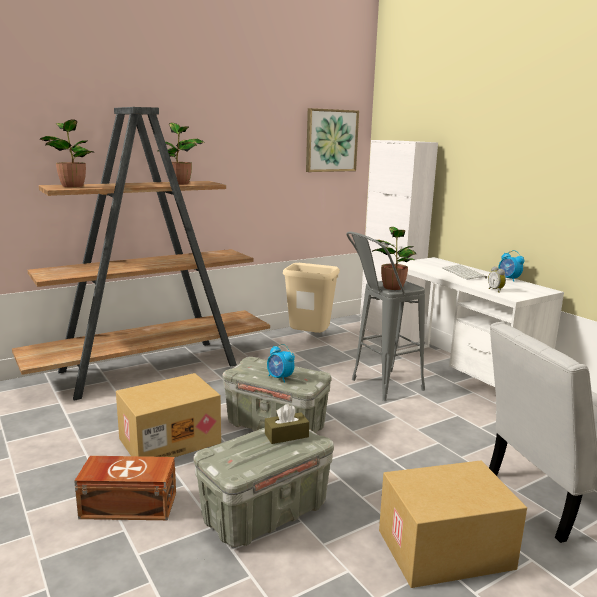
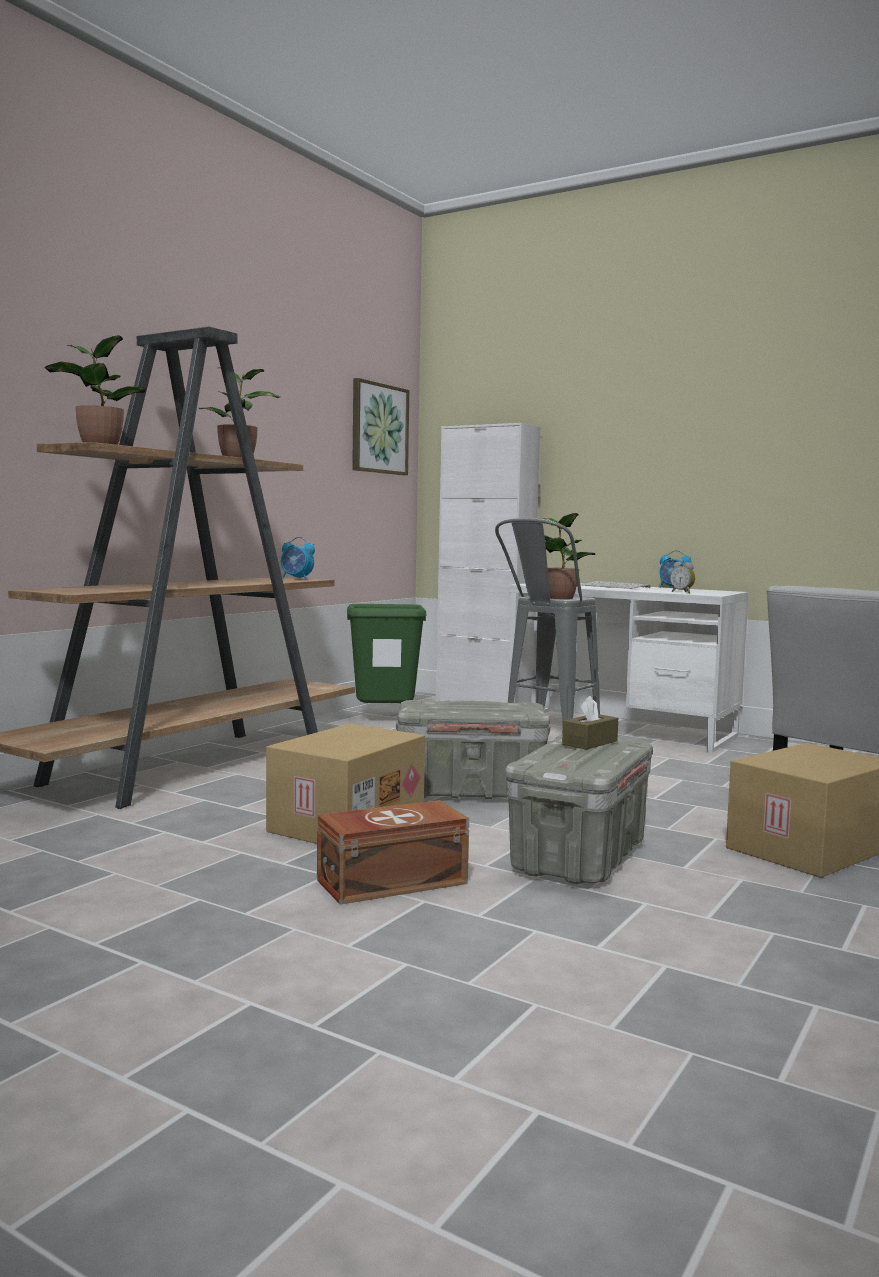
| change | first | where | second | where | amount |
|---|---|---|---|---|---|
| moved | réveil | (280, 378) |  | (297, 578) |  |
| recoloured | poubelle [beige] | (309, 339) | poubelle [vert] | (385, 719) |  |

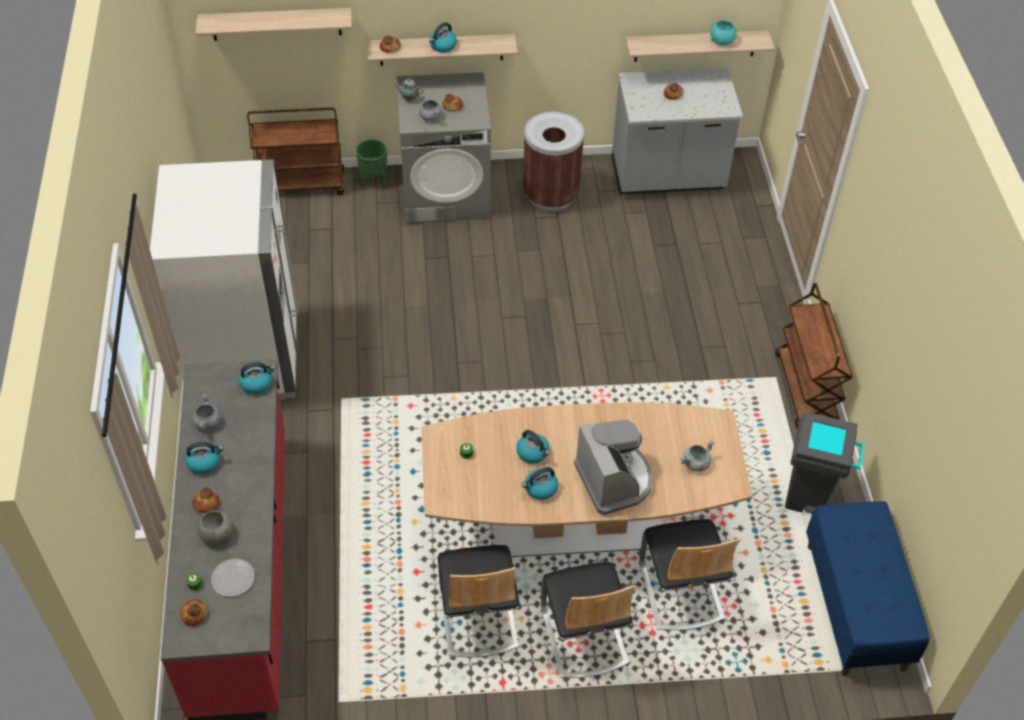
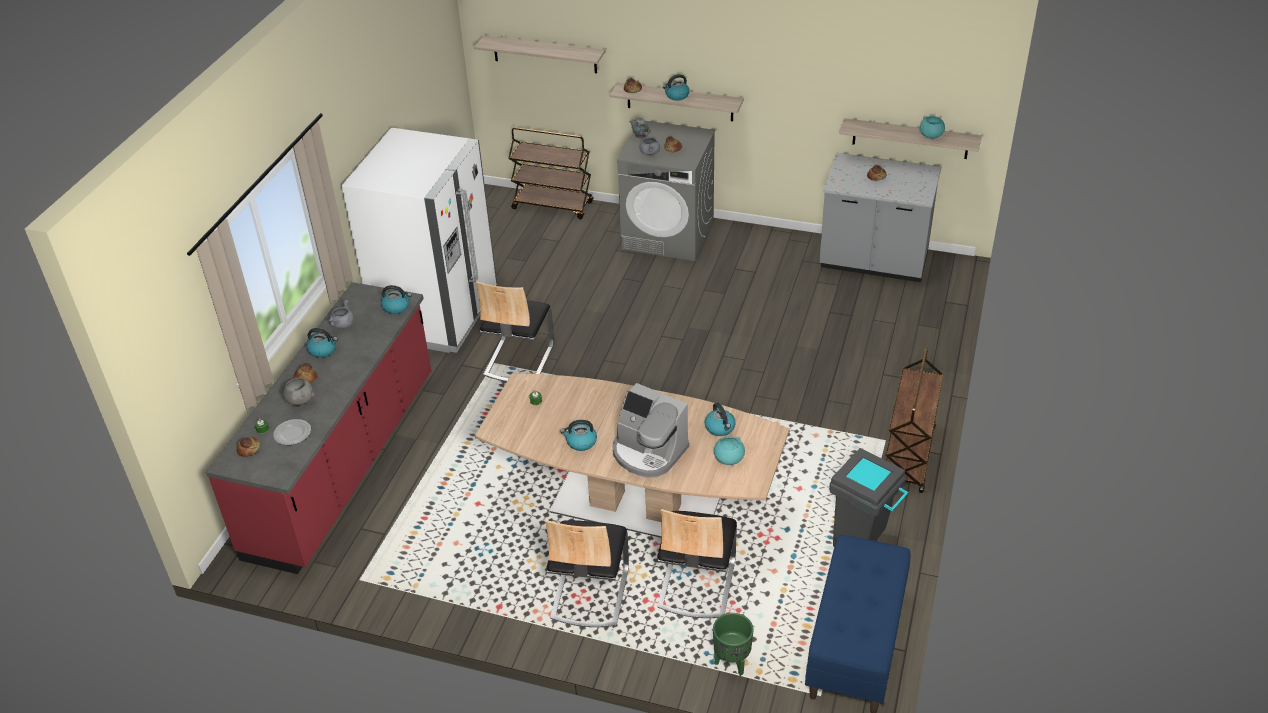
| change | first | where | second | where | amount |
|---|---|---|---|---|---|
| moved | cache-pot [vert] | (374, 181) |  | (732, 662) |  |
| moved | chaise | (477, 617) |  | (518, 359) |  |
| moved | bouilloire | (533, 453) |  | (720, 428) |  |
| removed | poubelle [marron] | (551, 196) |  |  |  |
| turned | machine à café | (614, 480) |  | (648, 452) | 120 degrees clockwise |
| replaced | marmite [gris] | (695, 464) | bol [turquoise] | (728, 459) |  |

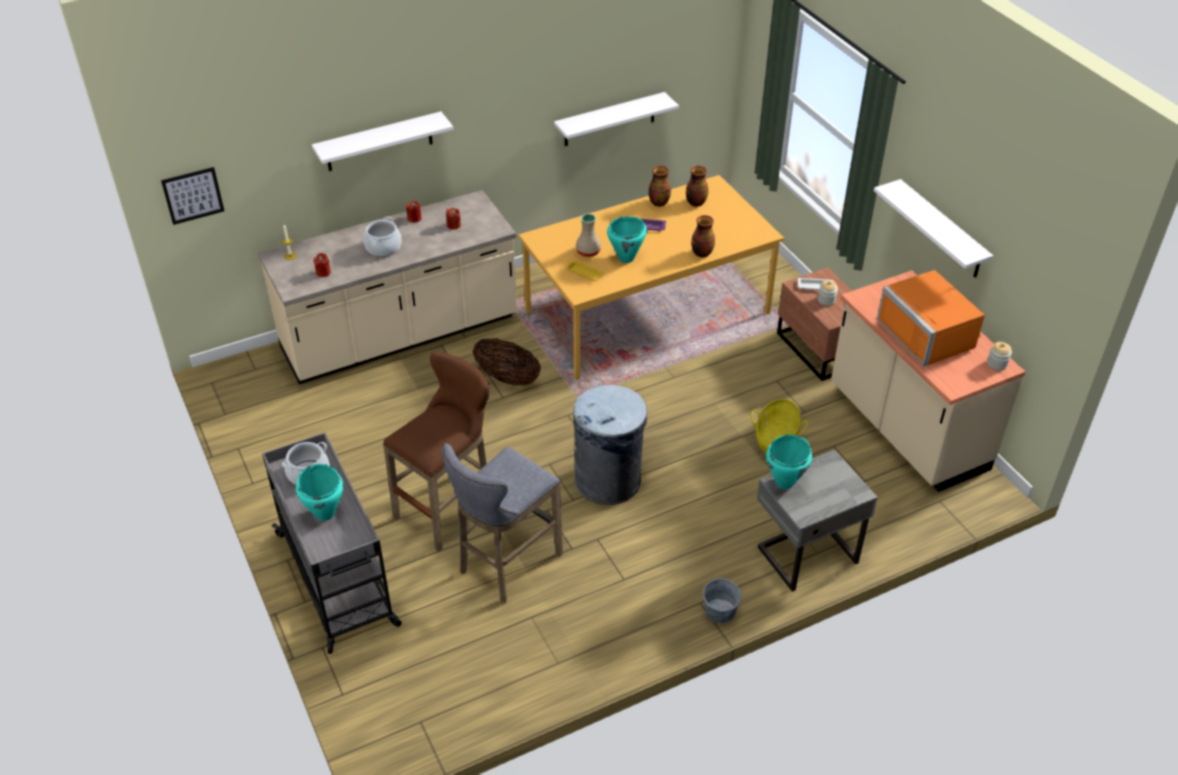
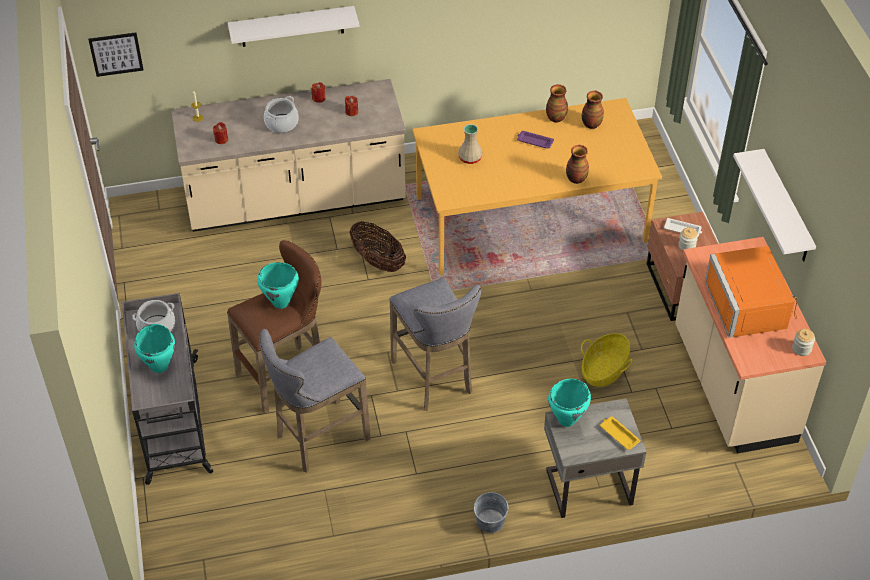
| change | first | where | second | where | amount |
|---|---|---|---|---|---|
| removed | étagère [blanc] | (609, 119) |  |  |  |
| moved | plateau [jaune] | (583, 272) |  | (619, 434) |  |
| replaced | poubelle [gris] | (608, 481) | tabouret [gris] | (434, 379) |  |
| moved | marmite [turquoise] | (626, 258) |  | (281, 303) |  |

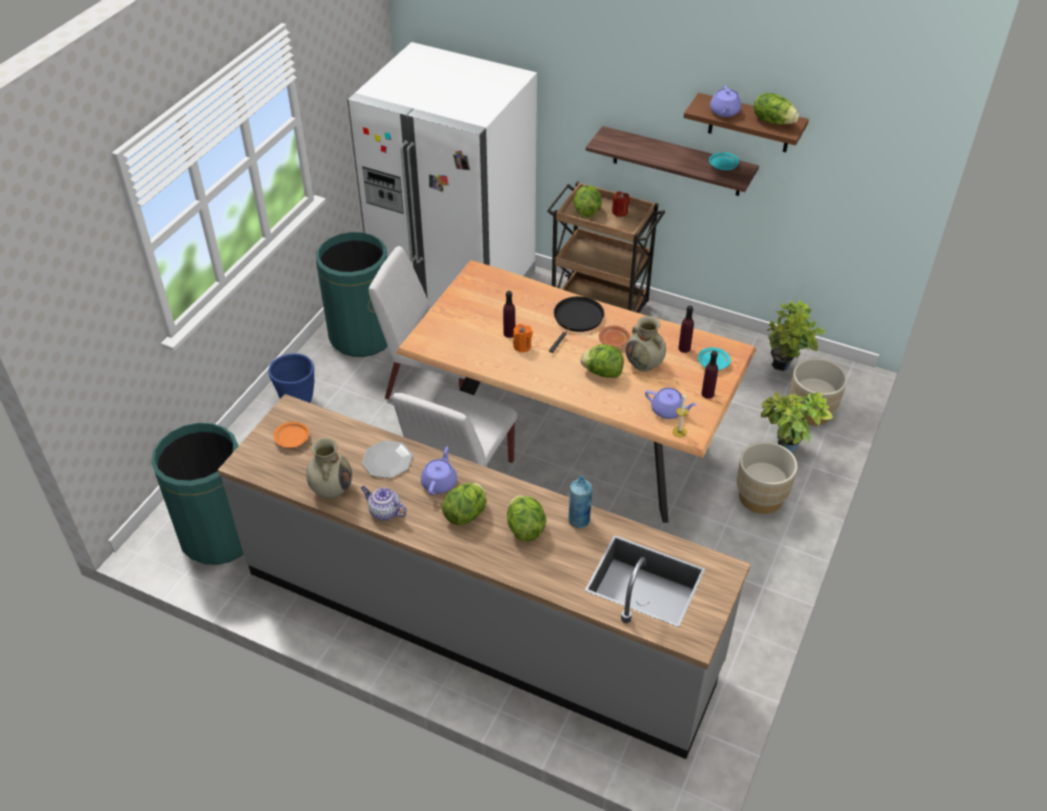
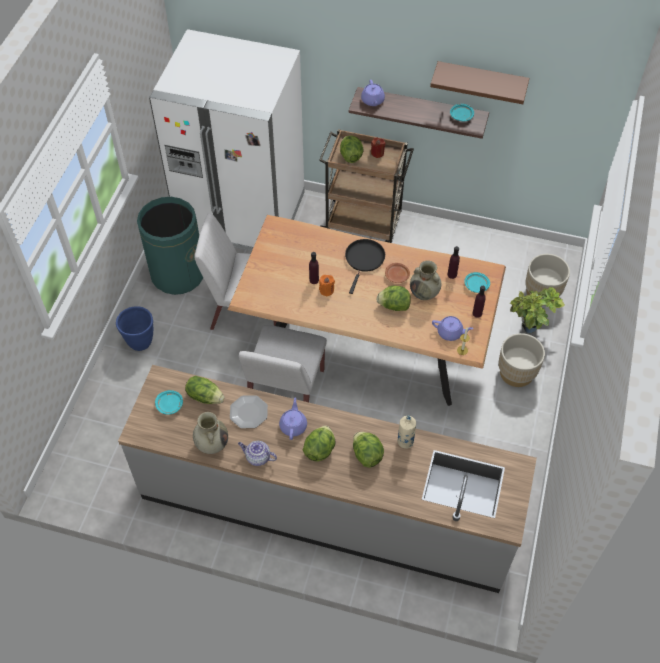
| change | first | where | second | where | amount |
|---|---|---|---|---|---|
| removed | poubelle [vert] | (219, 535) |  |  |  |
| recoloured | assiette [orange] | (292, 439) | assiette [turquoise] | (170, 405) |  |
| recoloured | bouteille [bleu] | (579, 520) | bouteille [beige] | (405, 441) |  |
| moved | théière [violet] | (724, 112) |  | (372, 101) |  |
| moved | laitue | (773, 121) |  | (205, 396) |  |
| removed | plante en pot | (784, 368) |  |  |  |

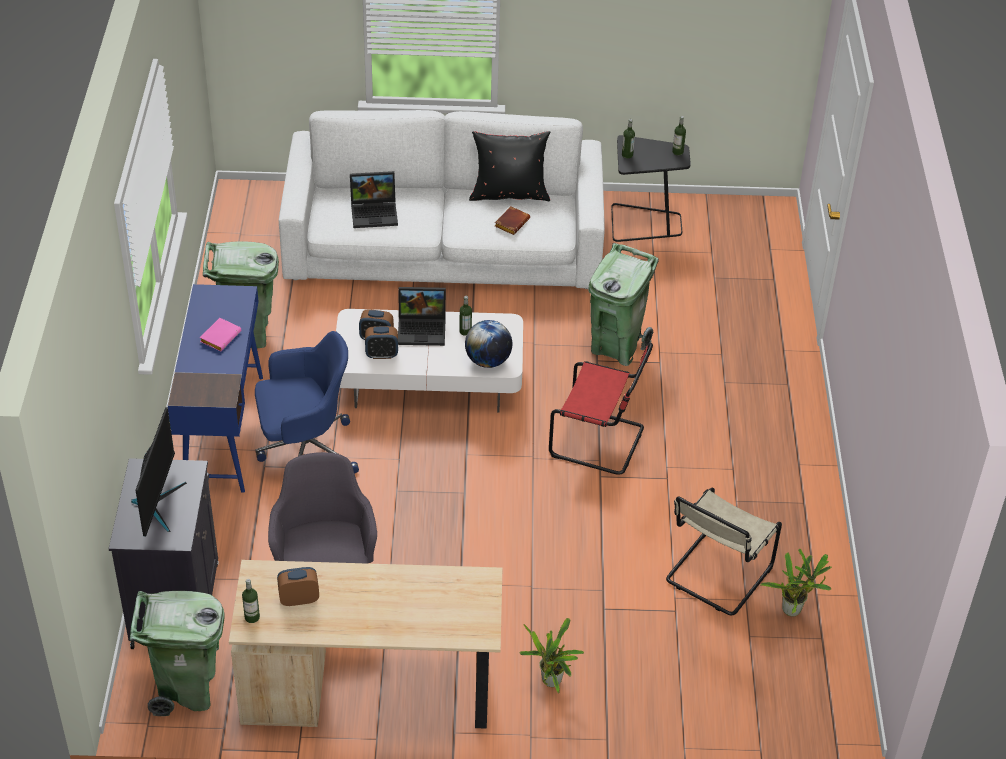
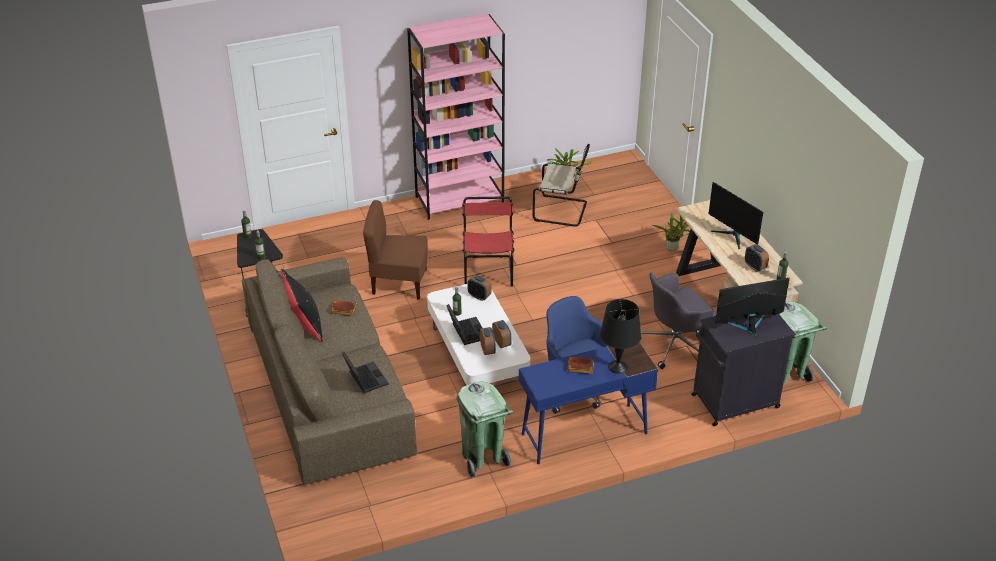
| change | first | where | second | where | amount |
|---|---|---|---|---|---|
| recoloured | livre [rose] | (220, 336) | livre [marron] | (579, 368) |  |
| recoloured | canapé [blanc] | (444, 244) | canapé [marron] | (330, 387) |  |
| replaced | globe | (488, 361) | réveil | (479, 296) |  |
| replaced | poubelle [vert] | (616, 347) | chaise [marron] | (399, 283) |  |
| added |  |  | bibliothèque [rose] | (460, 199) |  |
| added |  |  | lampe de table [noir] | (618, 367) |  |
| added |  |  | écran d'ordinateur | (733, 235) |  |

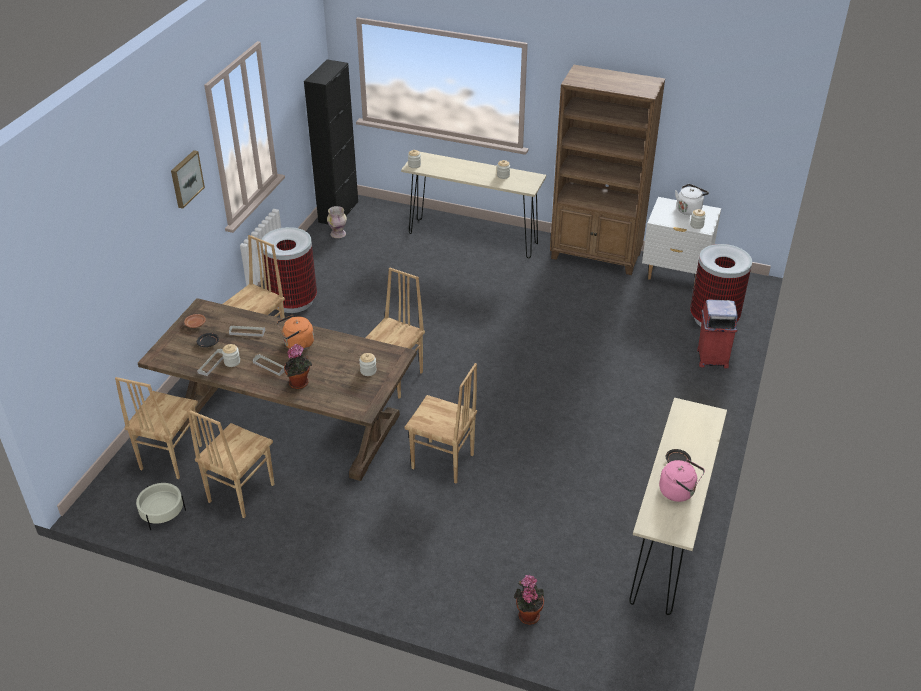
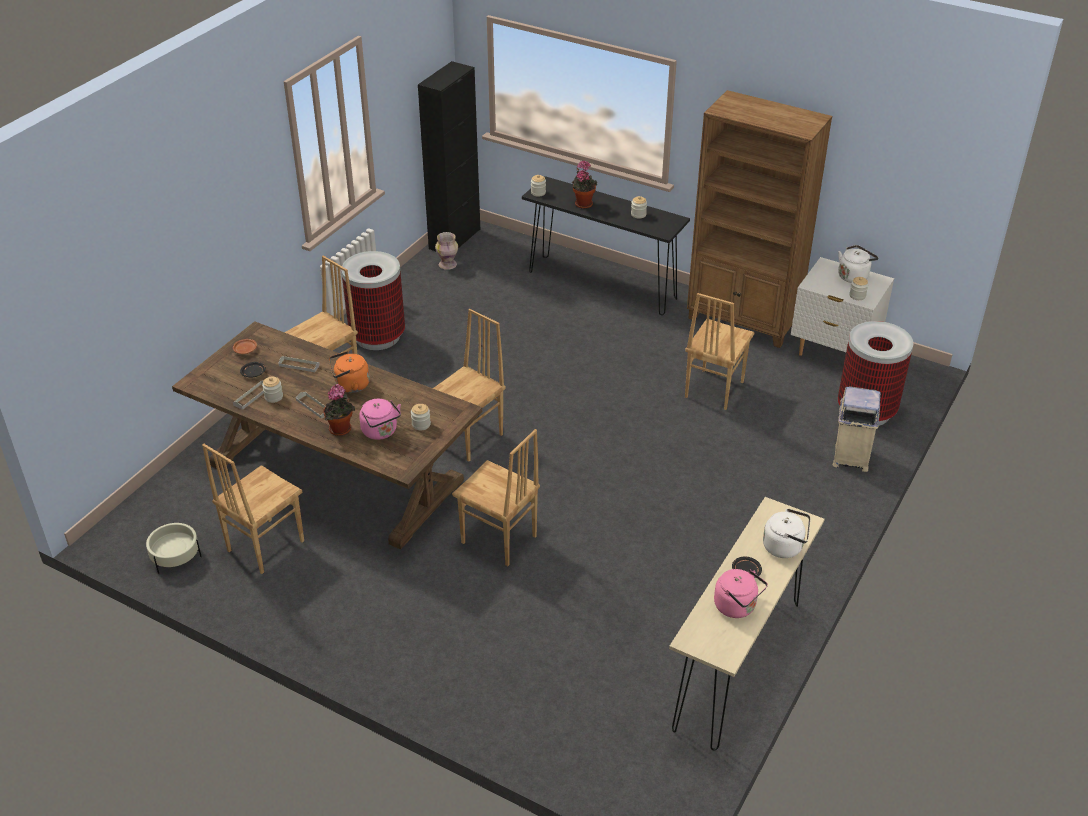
| change | first | where | second | where | amount |
|---|---|---|---|---|---|
| moved | chaise [marron] | (170, 457) |  | (713, 389) |  |
| removed | tableau | (186, 178) |  |  |  |
| recoloured | table console [beige] | (472, 238) | table console [noir] | (602, 285) |  |
| moved | plante en pot | (528, 614) |  | (583, 203) |  |
| recoloured | poubelle [rouge] | (711, 358) | poubelle [beige] | (850, 458) |  |
| added |  |  | bouilloire [rose] | (381, 432) |  |
| added |  |  | bouilloire [blanc] | (785, 547) |  |

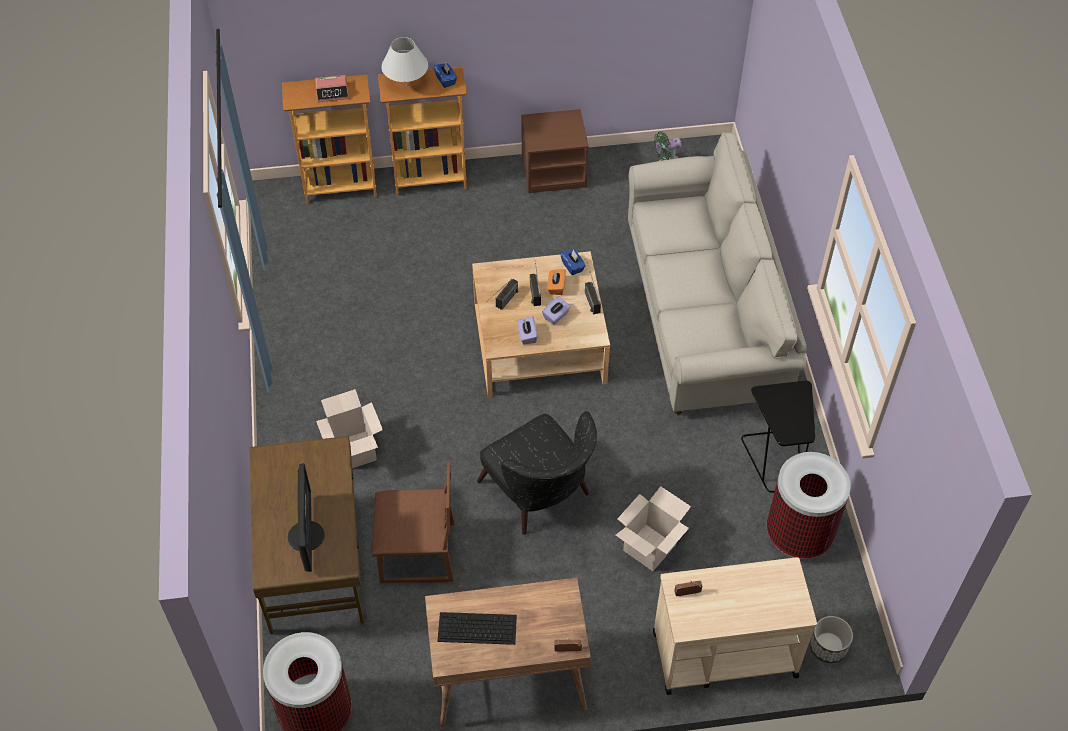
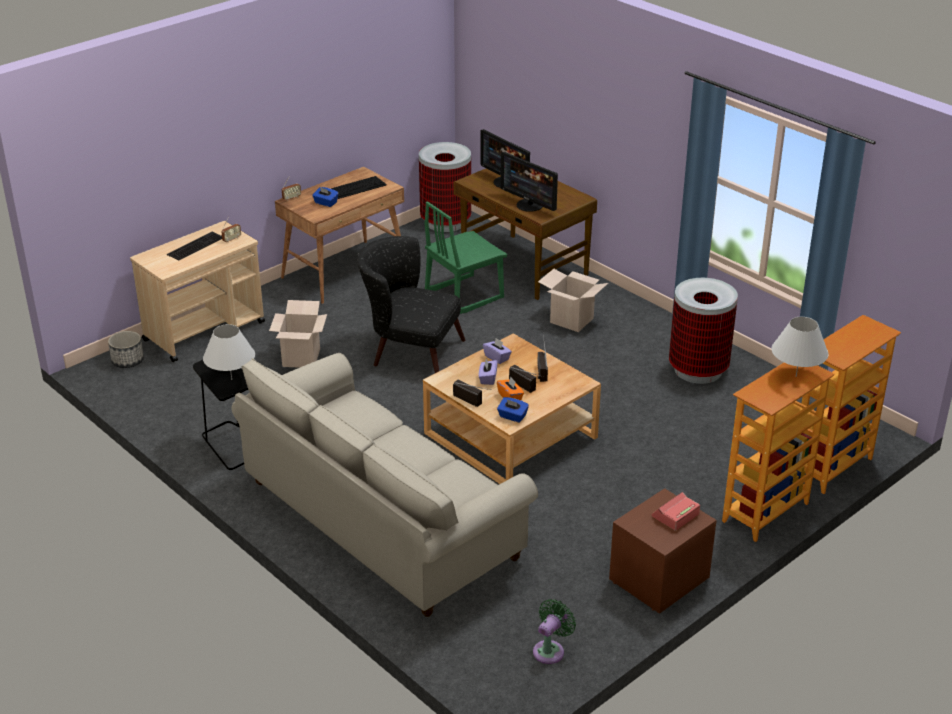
| change | first | where | second | where | amount |
|---|---|---|---|---|---|
| moved | réveil | (332, 92) |  | (675, 515) |  |
| recoloured | chaise [marron] | (417, 554) | chaise [vert] | (463, 295) |  |
| moved | boîte à mouchoirs [bleu] | (446, 80) |  | (325, 203) |  |
| moved | poubelle | (798, 535) |  | (697, 370) |  |
| added |  |  | clavier | (195, 245) |  |
| added |  |  | lampe de table [blanc] | (231, 379) |  |
| added |  |  | écran d'ordinateur | (529, 205) |  |

